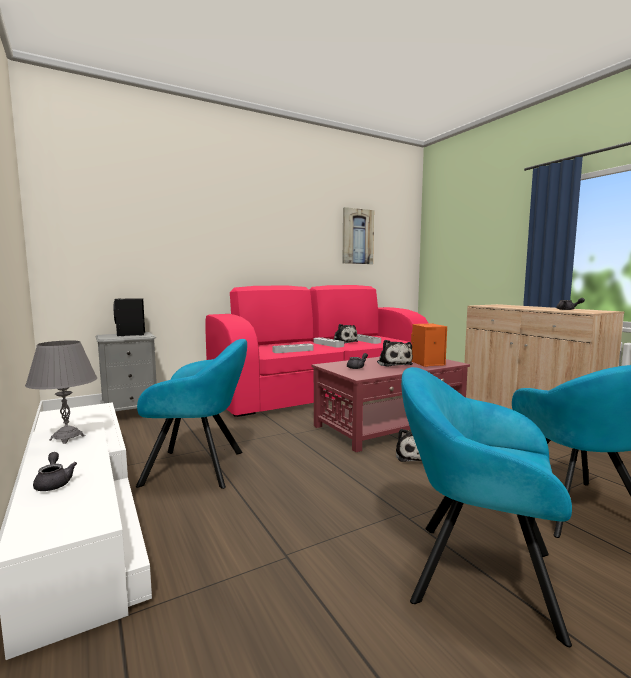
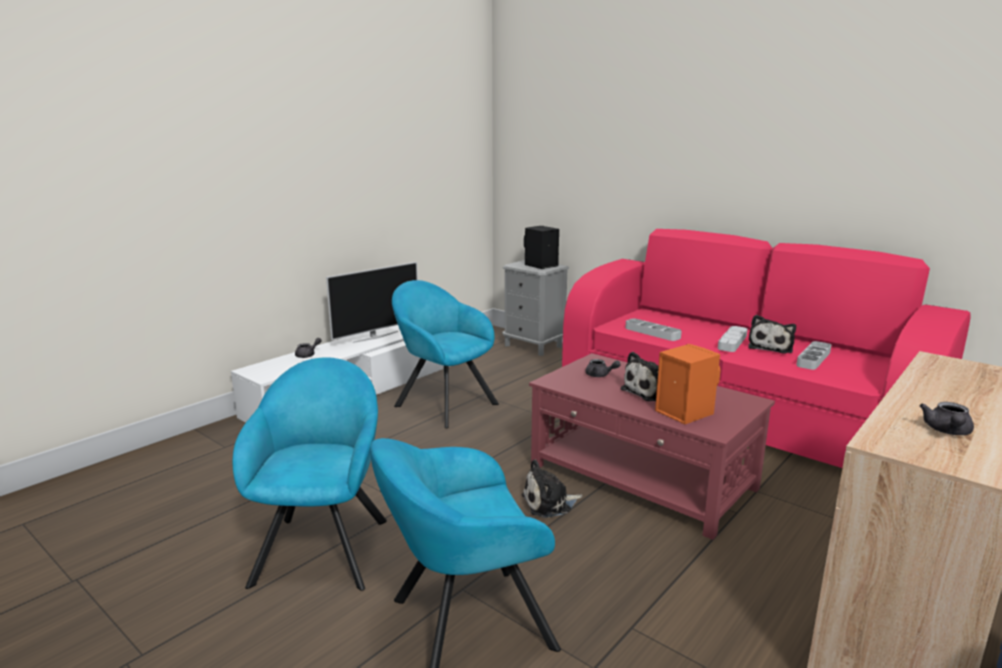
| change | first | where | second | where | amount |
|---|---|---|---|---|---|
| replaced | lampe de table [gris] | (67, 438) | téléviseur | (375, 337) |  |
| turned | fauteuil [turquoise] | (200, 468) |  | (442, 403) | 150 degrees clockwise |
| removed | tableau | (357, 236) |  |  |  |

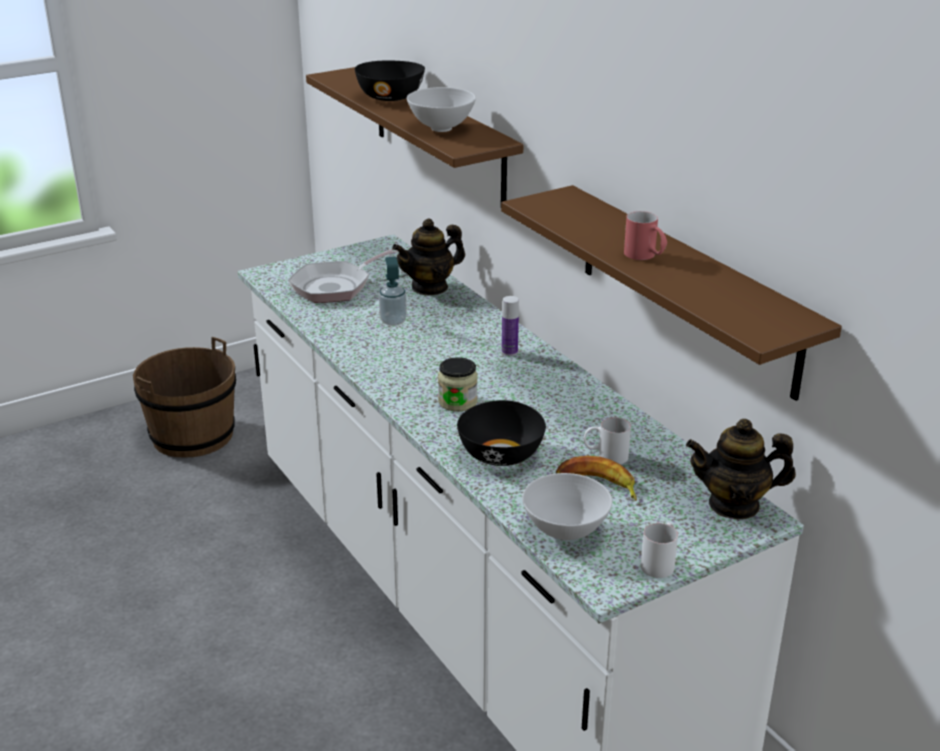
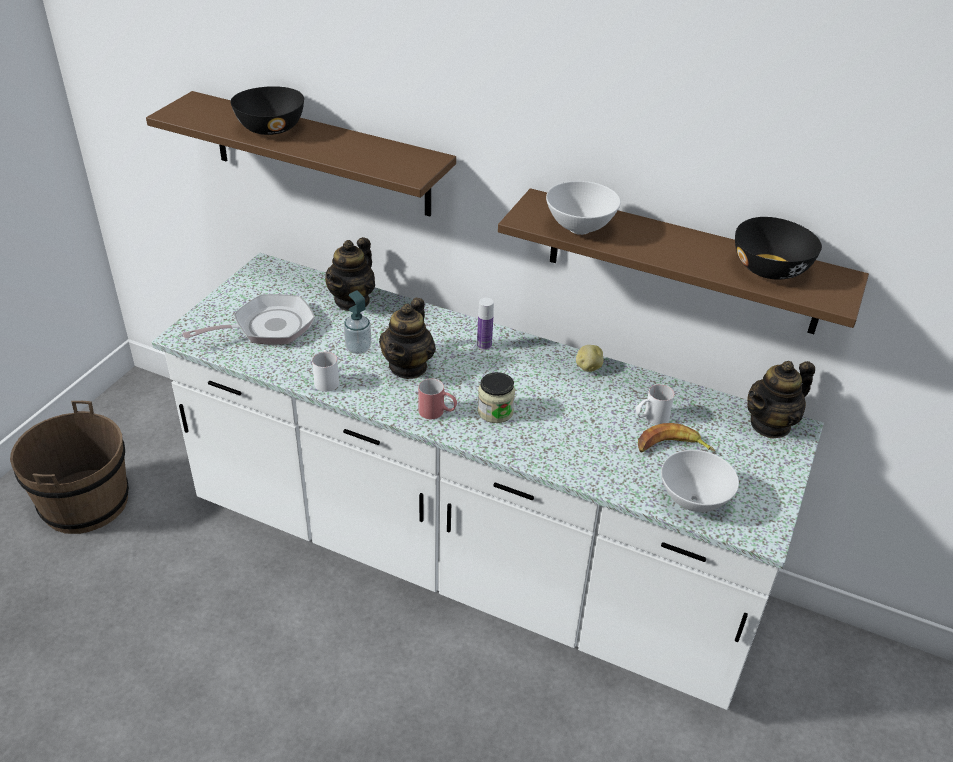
| change | first | where | second | where | amount |
|---|---|---|---|---|---|
| turned | poêle | (336, 286) |  | (267, 327) | 135 degrees counterclockwise |
| moved | bol [blanc] | (440, 128) |  | (579, 229) |  |
| moved | bol [noir] | (501, 455) |  | (771, 269) |  |
| moved | mug [rouge] | (645, 256) |  | (437, 412) |  |
| moved | mug [blanc] | (660, 562) |  | (326, 379) |  |
| added |  |  | théière | (408, 366) |  |
| added |  |  | pomme de terre | (588, 367) |  |

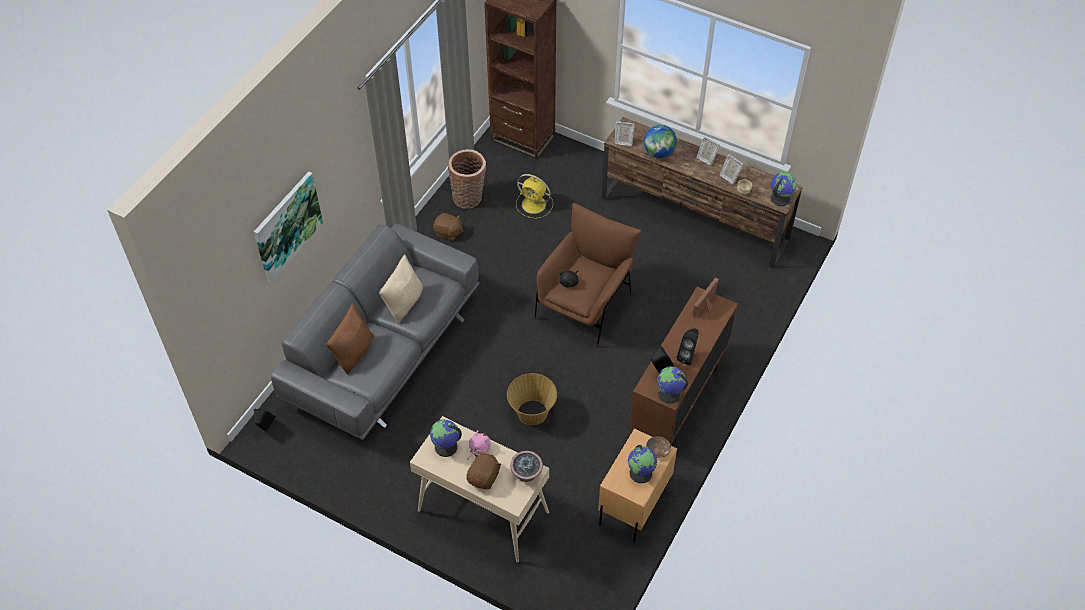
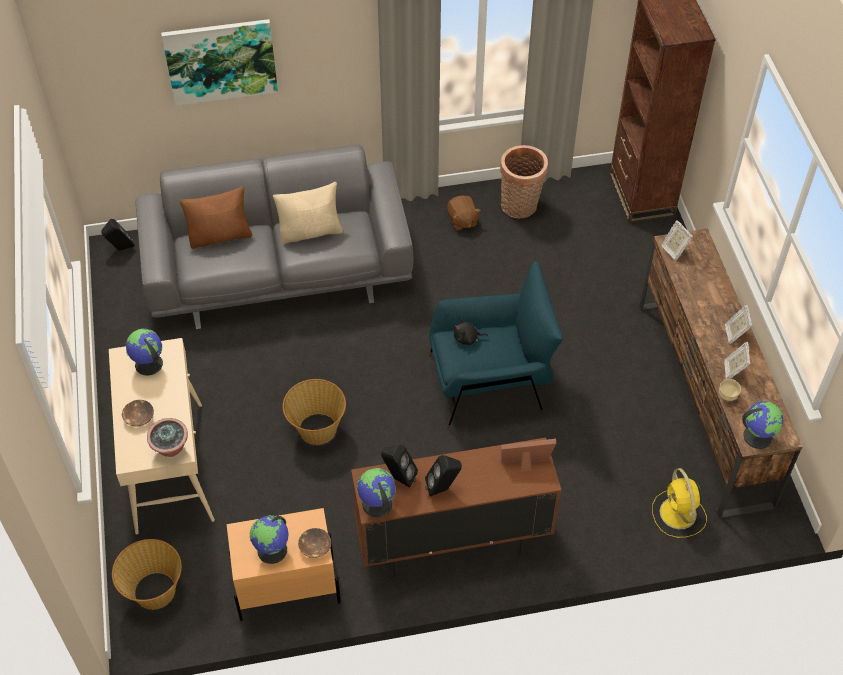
| change | first | where | second | where | amount |
|---|---|---|---|---|---|
| replaced | peluche [marron] | (484, 477) | bol [marron] | (138, 417) |  |
| removed | peluche [rose] | (478, 448) |  |  |  |
| moved | ventilateur [jaune] | (535, 205) |  | (678, 514) |  |
| recoloured | fauteuil [marron] | (585, 304) | fauteuil [bleu] | (490, 383) |  |
| removed | globe | (659, 153) |  |  |  |
| added |  |  | panier | (154, 591) |  |

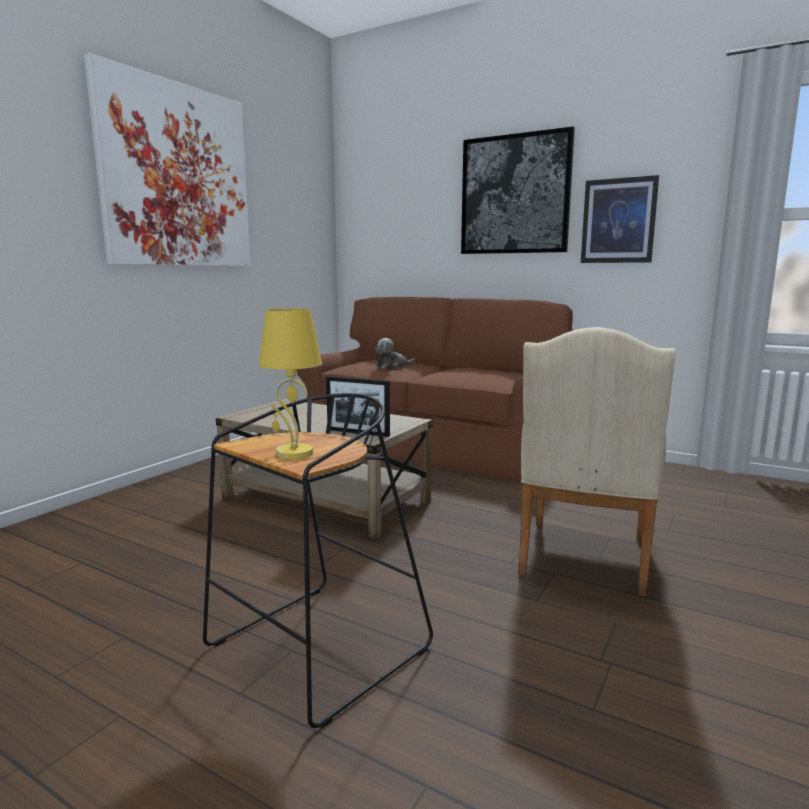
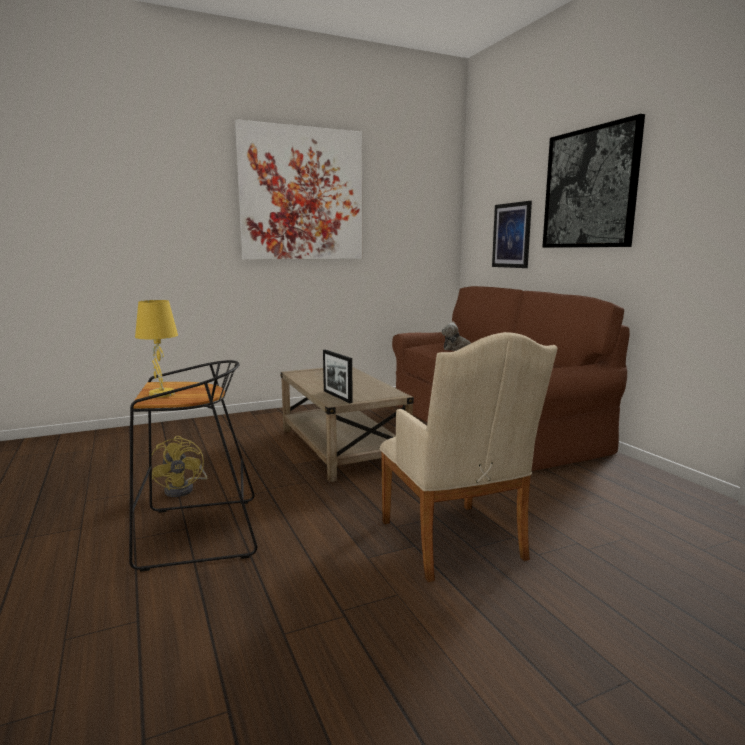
| change | first | where | second | where | amount |
|---|---|---|---|---|---|
| turned | fauteuil [beige] | (582, 560) |  | (455, 544) | 75 degrees counterclockwise |
| moved | tableau | (618, 221) |  | (511, 235) |  |
| added |  |  | ventilateur [jaune] | (184, 489) |  |

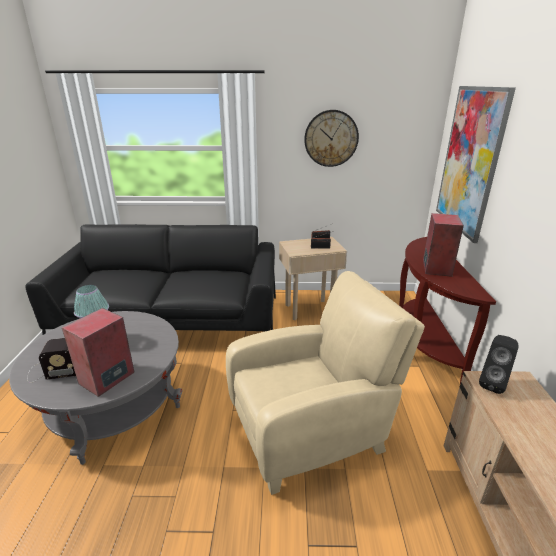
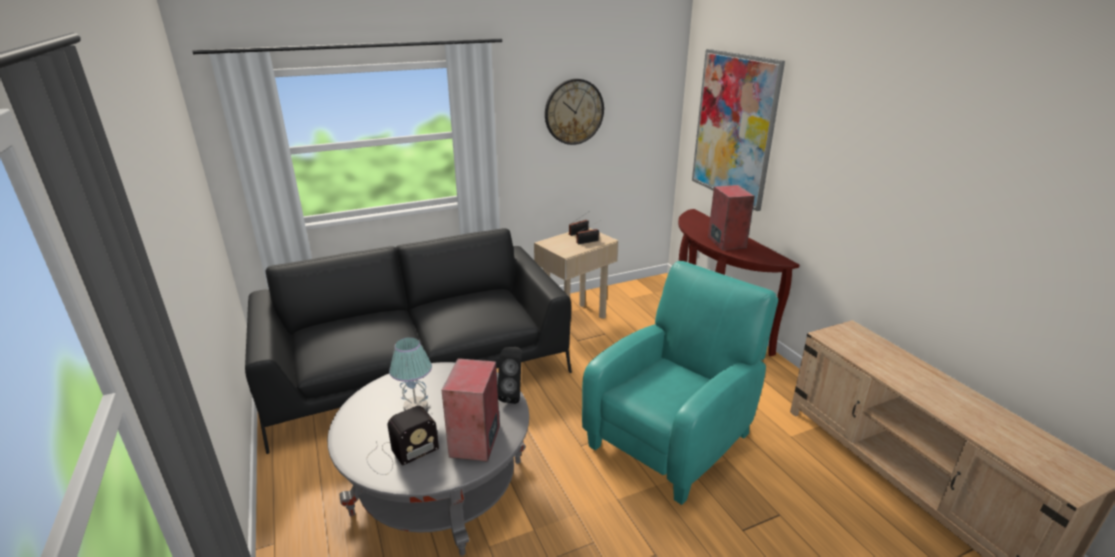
| change | first | where | second | where | amount |
|---|---|---|---|---|---|
| recoloured | fauteuil [beige] | (313, 430) | fauteuil [turquoise] | (674, 437) |  |
| moved | enceinte [noir] | (492, 383) |  | (513, 395) |  |

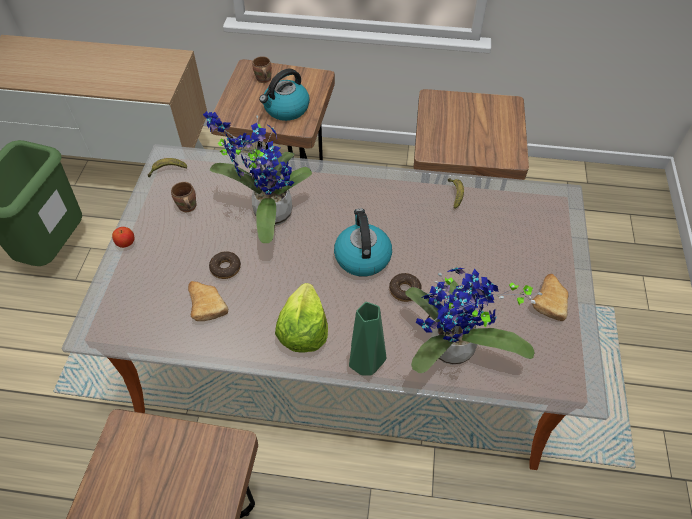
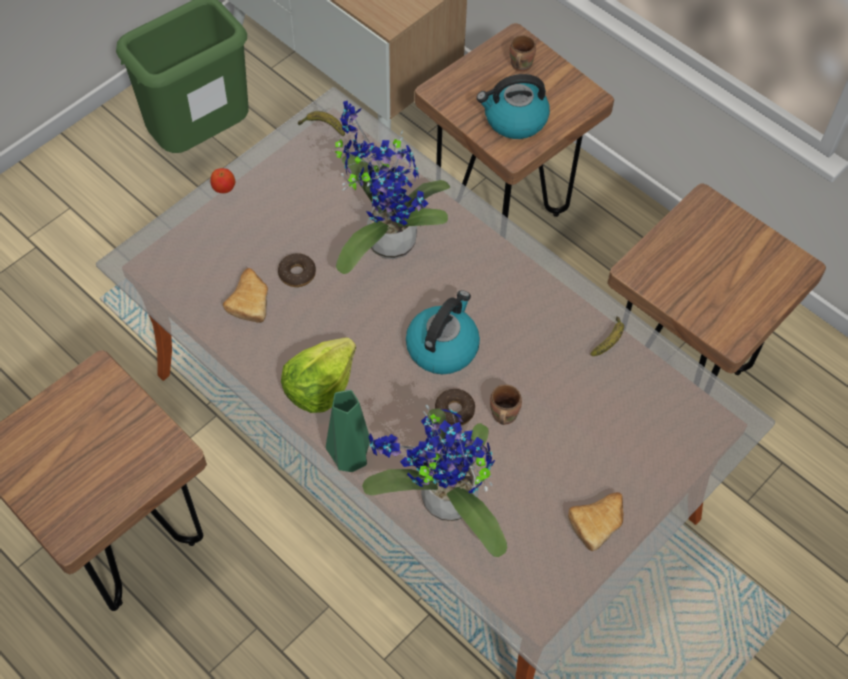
| change | first | where | second | where | amount |
|---|---|---|---|---|---|
| moved | mug [marron] | (187, 207) |  | (502, 415) |  |

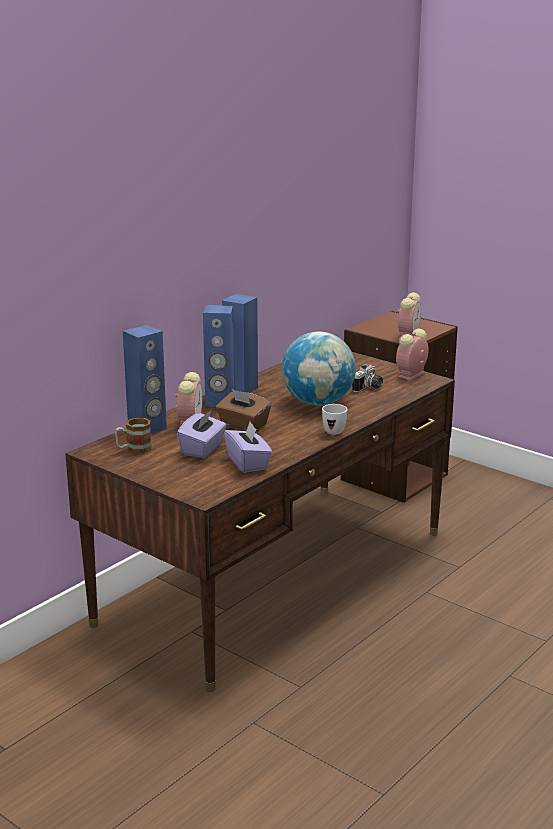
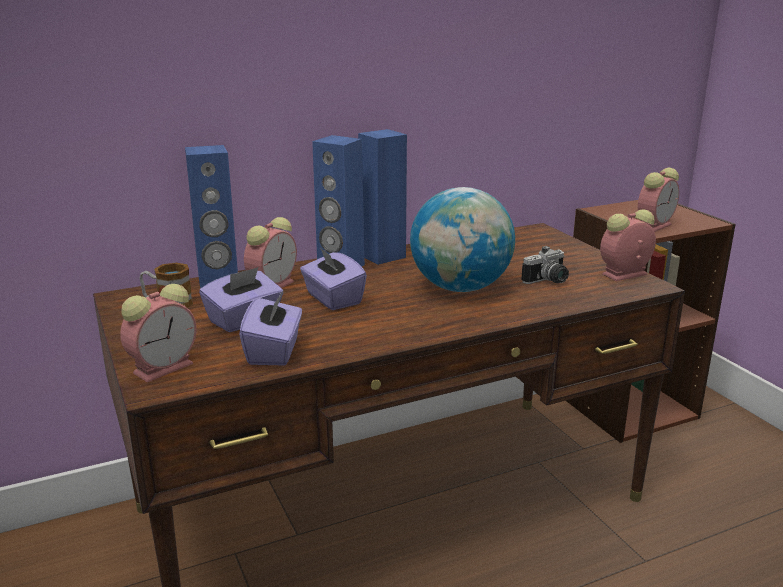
| change | first | where | second | where | amount |
|---|---|---|---|---|---|
| recoloured | boîte à mouchoirs [marron] | (243, 425) | boîte à mouchoirs [violet] | (333, 299) |  |
| removed | mug [blanc] | (335, 430) |  |  |  |
| added |  |  | réveil | (165, 367) |  |

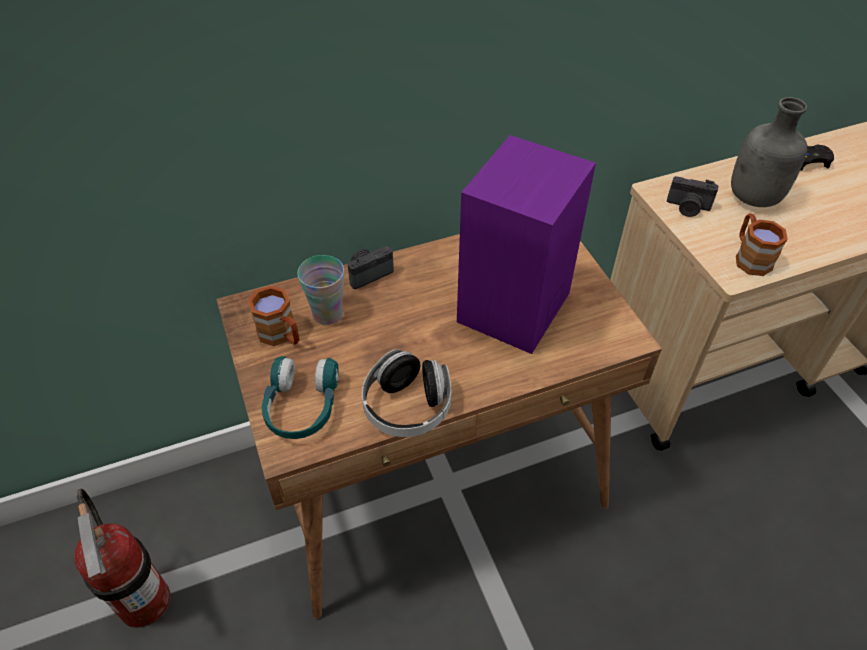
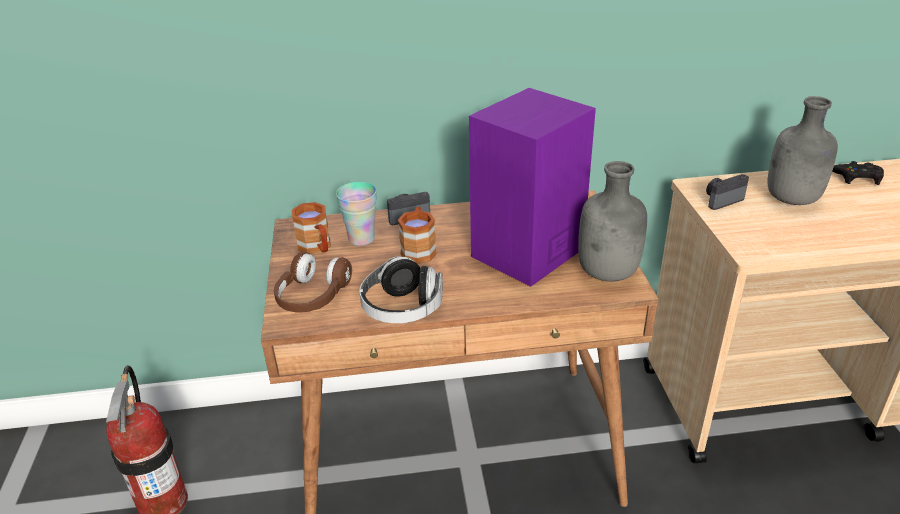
| change | first | where | second | where | amount |
|---|---|---|---|---|---|
| recoloured | casque audio [turquoise] | (301, 407) | casque audio [marron] | (312, 296) |  |
| turned | appareil photo | (687, 208) |  | (721, 200) | 120 degrees clockwise |
| moved | mug [marron] | (749, 257) |  | (419, 249) |  |
| added |  |  | bouteille [gris] | (608, 273) |  |

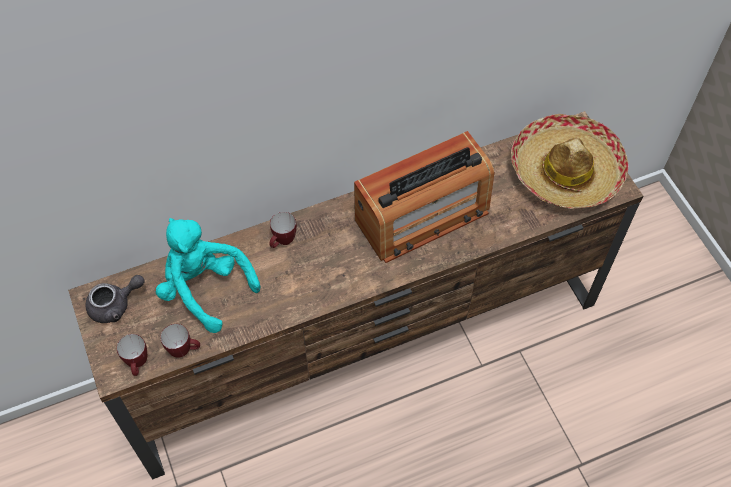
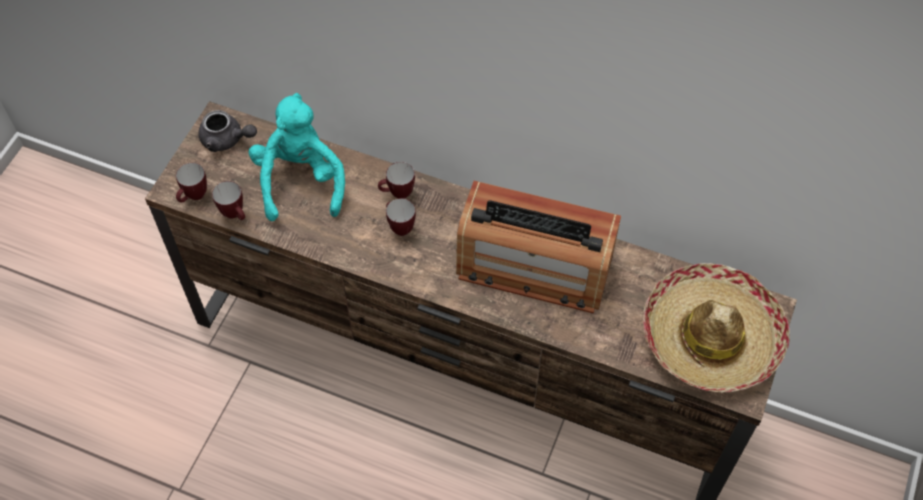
| change | first | where | second | where | amount |
|---|---|---|---|---|---|
| added |  |  | mug | (399, 227) |  |

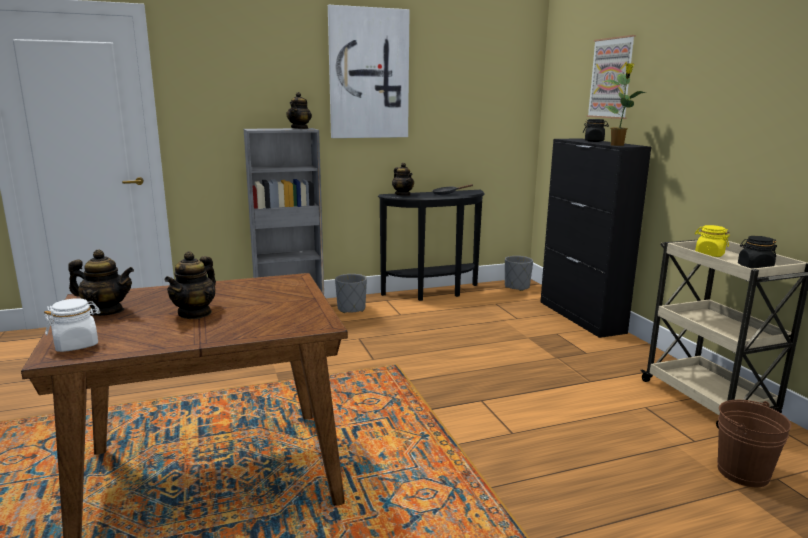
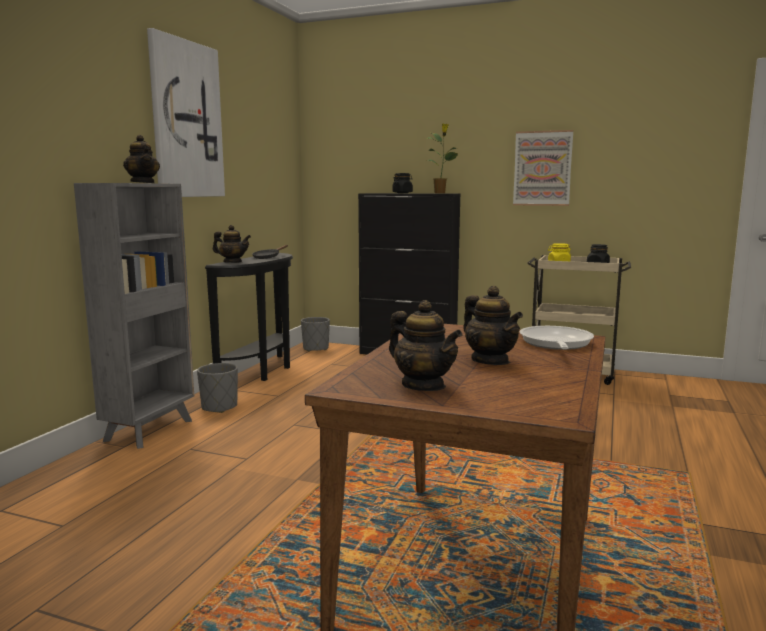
| change | first | where | second | where | amount |
|---|---|---|---|---|---|
| removed | bocal [blanc] | (76, 345) |  |  |  |
| turned | théière | (106, 311) |  | (423, 386) | 90 degrees clockwise |
| moved | tableau | (611, 78) |  | (542, 168) |  |
| removed | seau [marron] | (743, 472) |  |  |  |
| added |  |  | poêle | (555, 344) |  |

